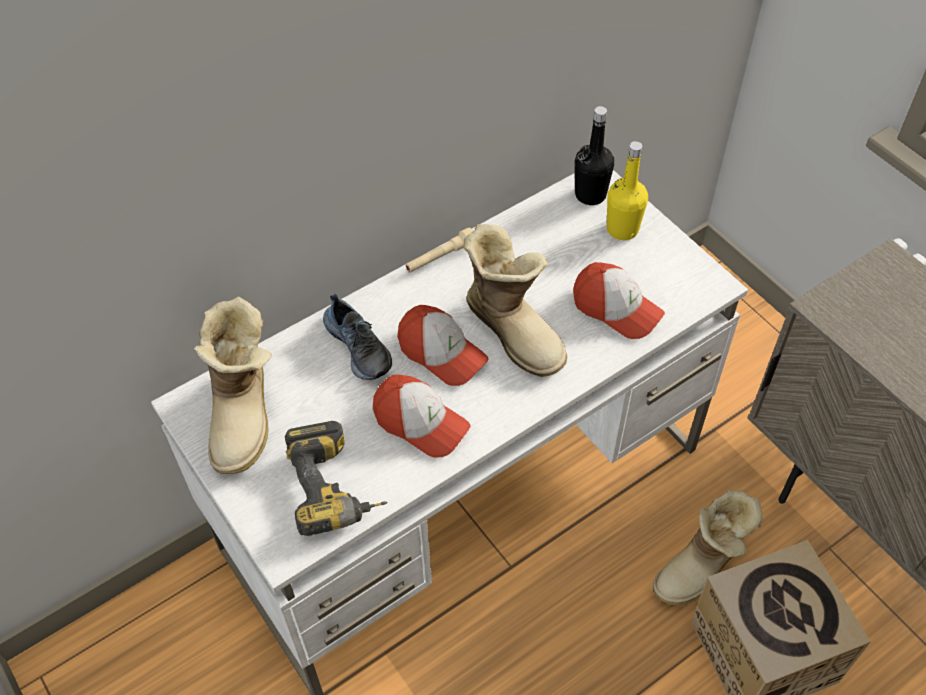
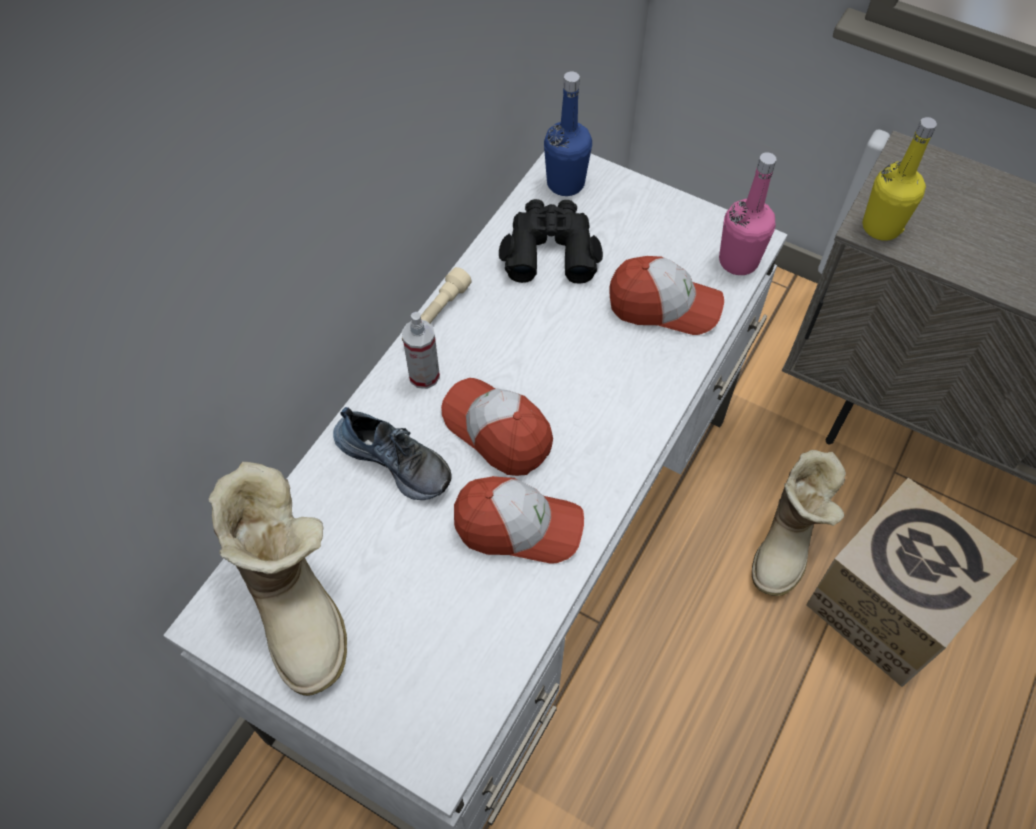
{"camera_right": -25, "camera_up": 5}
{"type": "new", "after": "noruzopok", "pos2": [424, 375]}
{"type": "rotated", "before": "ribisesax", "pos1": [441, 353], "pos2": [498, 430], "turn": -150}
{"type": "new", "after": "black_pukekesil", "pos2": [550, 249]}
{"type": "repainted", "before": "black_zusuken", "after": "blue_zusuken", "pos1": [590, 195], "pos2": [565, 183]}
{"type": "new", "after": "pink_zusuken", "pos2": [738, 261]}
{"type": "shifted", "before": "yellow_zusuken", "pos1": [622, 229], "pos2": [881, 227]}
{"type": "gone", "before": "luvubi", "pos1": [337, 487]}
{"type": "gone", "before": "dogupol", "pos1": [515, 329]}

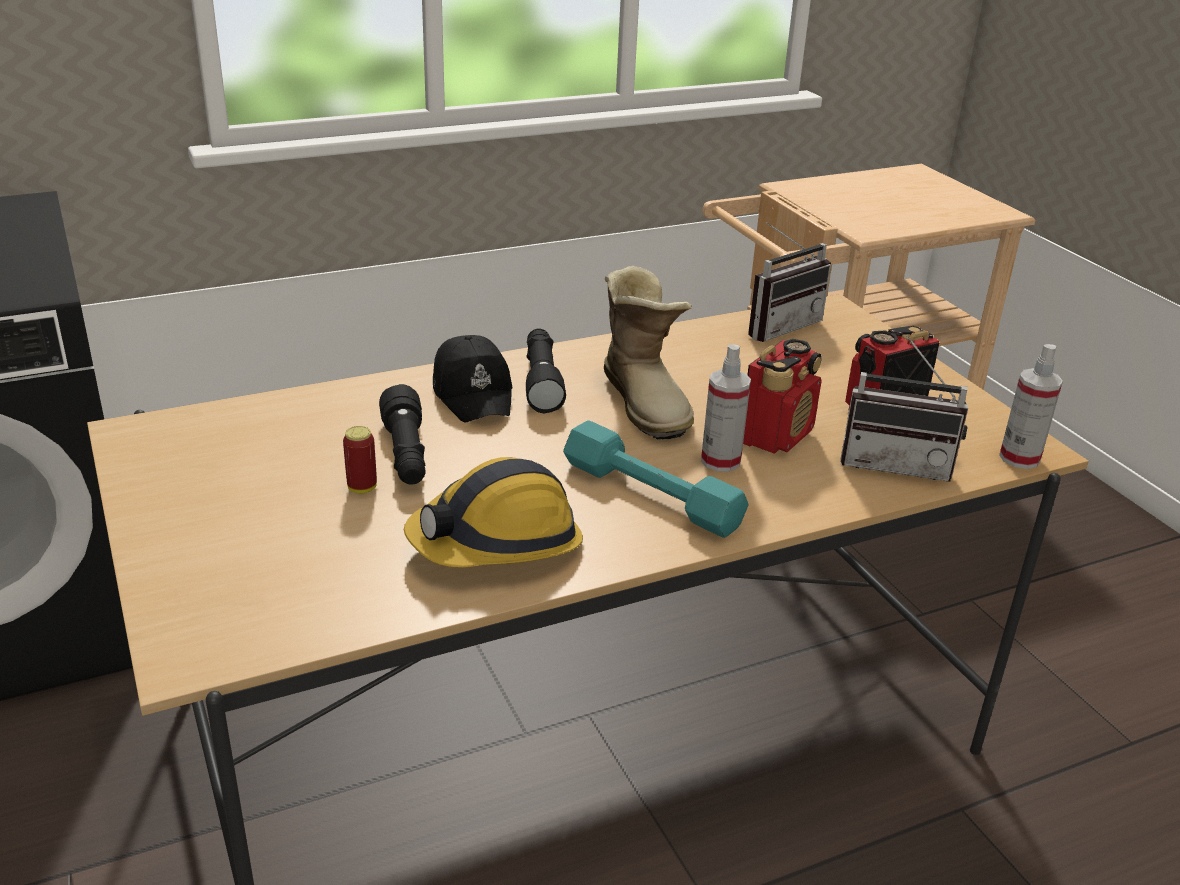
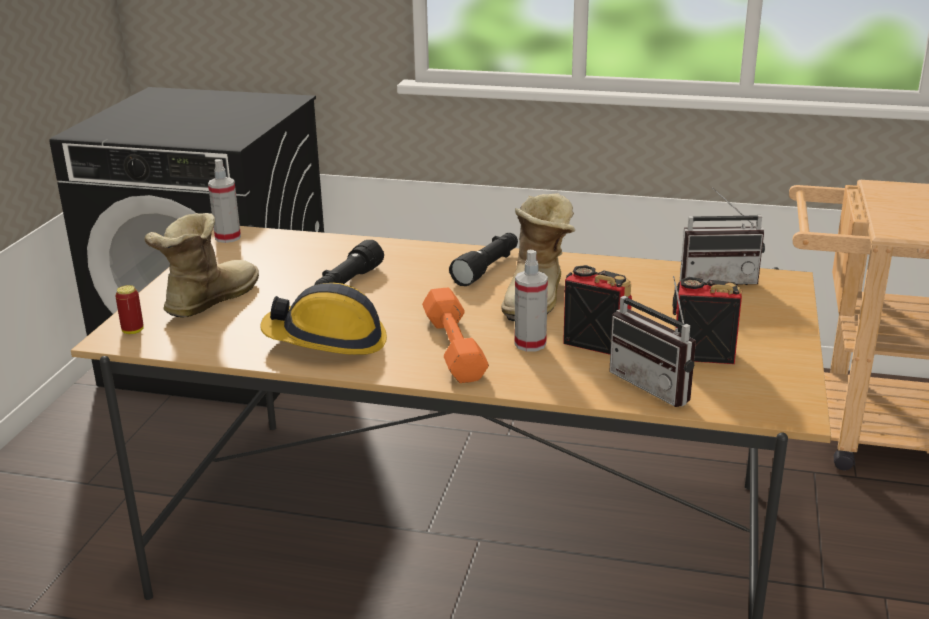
{"camera_right": 40, "camera_up": -5}
{"type": "shifted", "before": "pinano", "pos1": [362, 488], "pos2": [133, 331]}
{"type": "new", "after": "dogupol", "pos2": [207, 301]}
{"type": "shifted", "before": "noruzopok", "pos1": [1019, 458], "pos2": [228, 237]}
{"type": "repainted", "before": "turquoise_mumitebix", "after": "orange_mumitebix", "pos1": [652, 494], "pos2": [454, 347]}
{"type": "rotated", "before": "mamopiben", "pos1": [777, 435], "pos2": [595, 342], "turn": -135}
{"type": "gone", "before": "black_ribisesax", "pos1": [474, 393]}

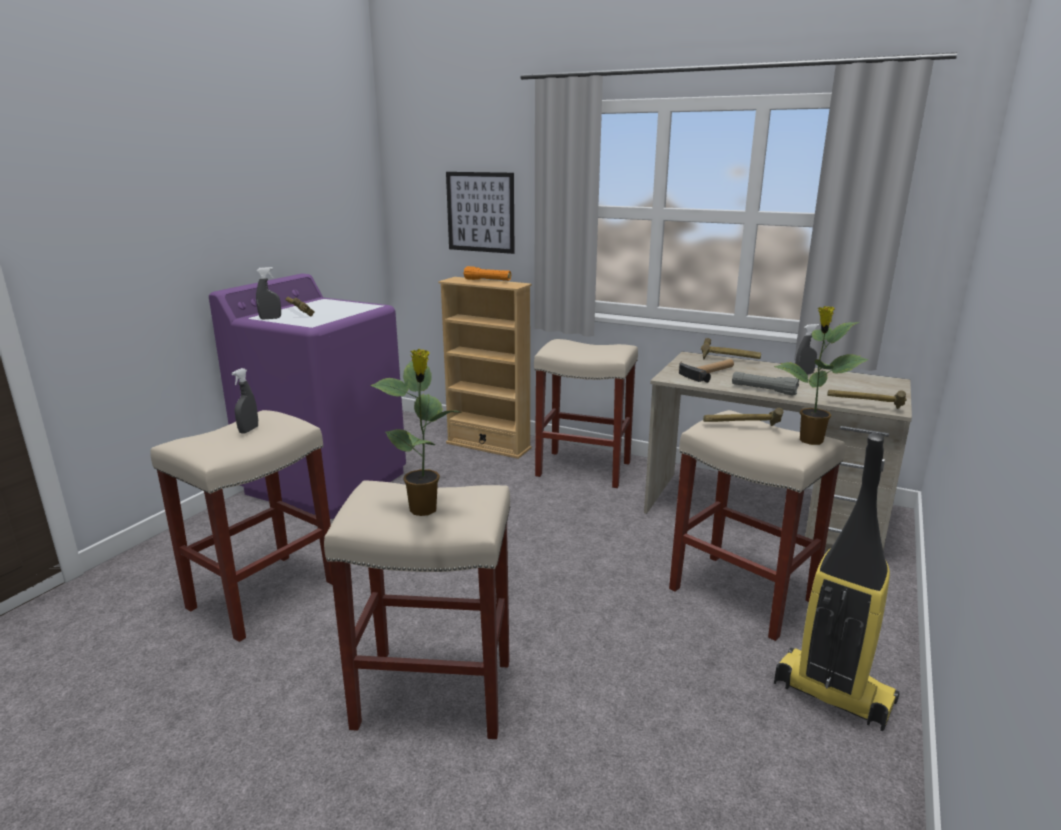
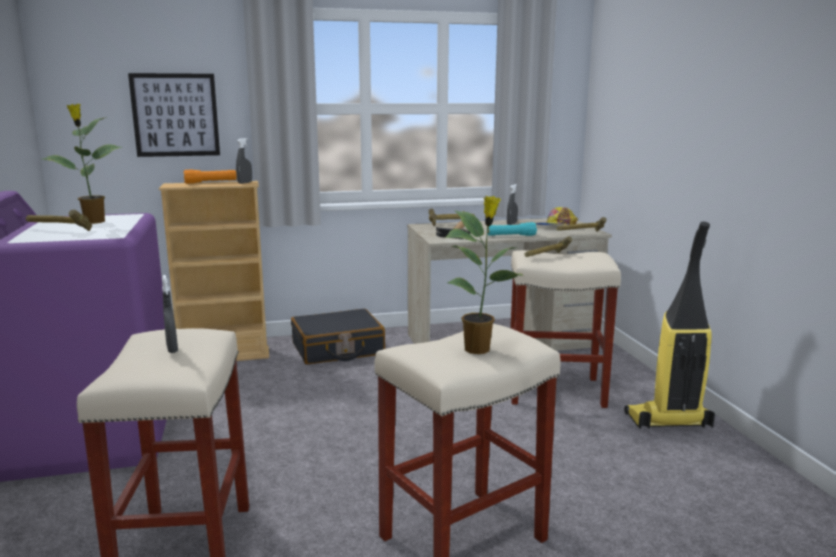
{"camera_right": -40, "camera_up": -5}
{"type": "shifted", "before": "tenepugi", "pos1": [810, 441], "pos2": [93, 222]}
{"type": "shifted", "before": "grey_noruzopok", "pos1": [270, 318], "pos2": [245, 183]}
{"type": "swapped", "before": "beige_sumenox", "after": "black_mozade", "pos1": [585, 469], "pos2": [337, 349]}
{"type": "repainted", "before": "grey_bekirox", "after": "turquoise_bekirox", "pos1": [763, 390], "pos2": [511, 236]}
{"type": "new", "after": "ribisesax", "pos2": [556, 226]}

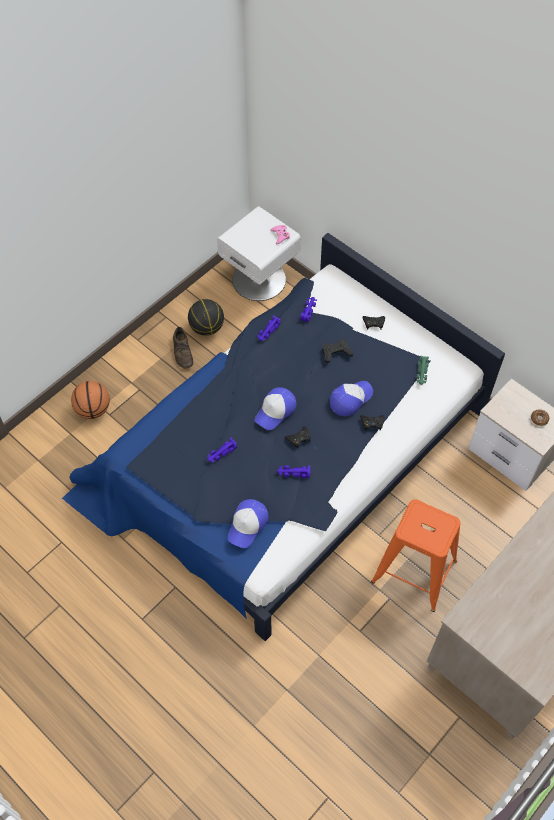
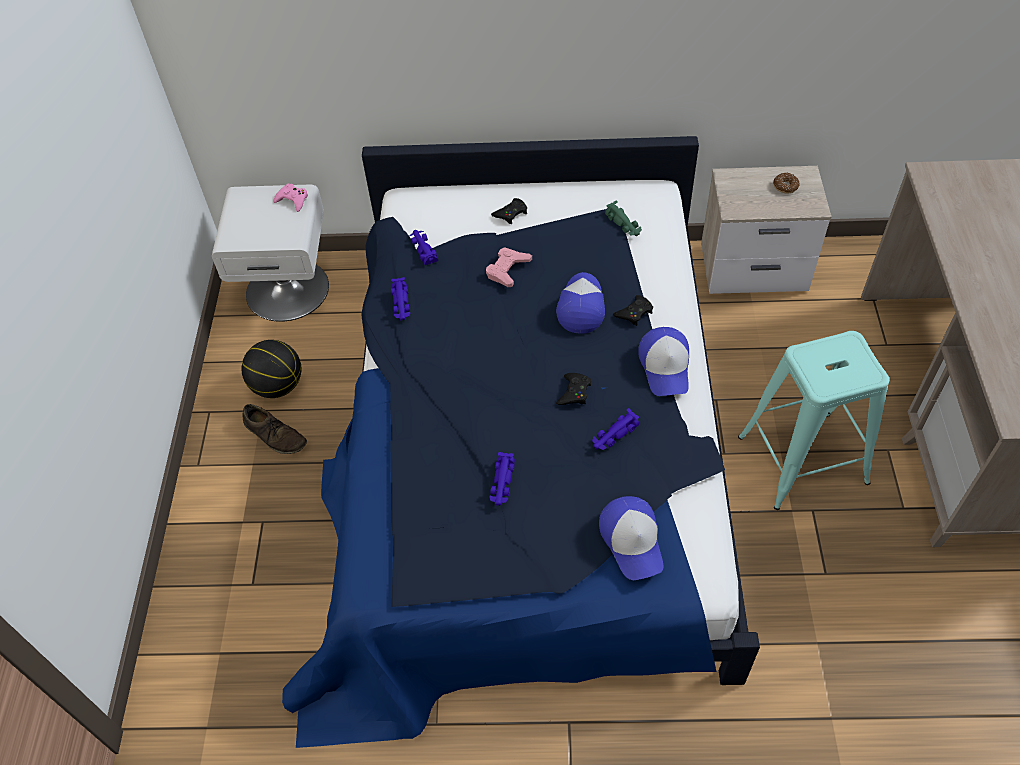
{"camera_right": -40, "camera_up": -5}
{"type": "repainted", "before": "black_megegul", "after": "pink_megegul", "pos1": [336, 352], "pos2": [507, 270]}
{"type": "shifted", "before": "ribisesax", "pos1": [275, 411], "pos2": [665, 367]}
{"type": "repainted", "before": "orange_sumenox", "after": "turquoise_sumenox", "pos1": [414, 571], "pos2": [802, 459]}
{"type": "gone", "before": "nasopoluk", "pos1": [93, 409]}

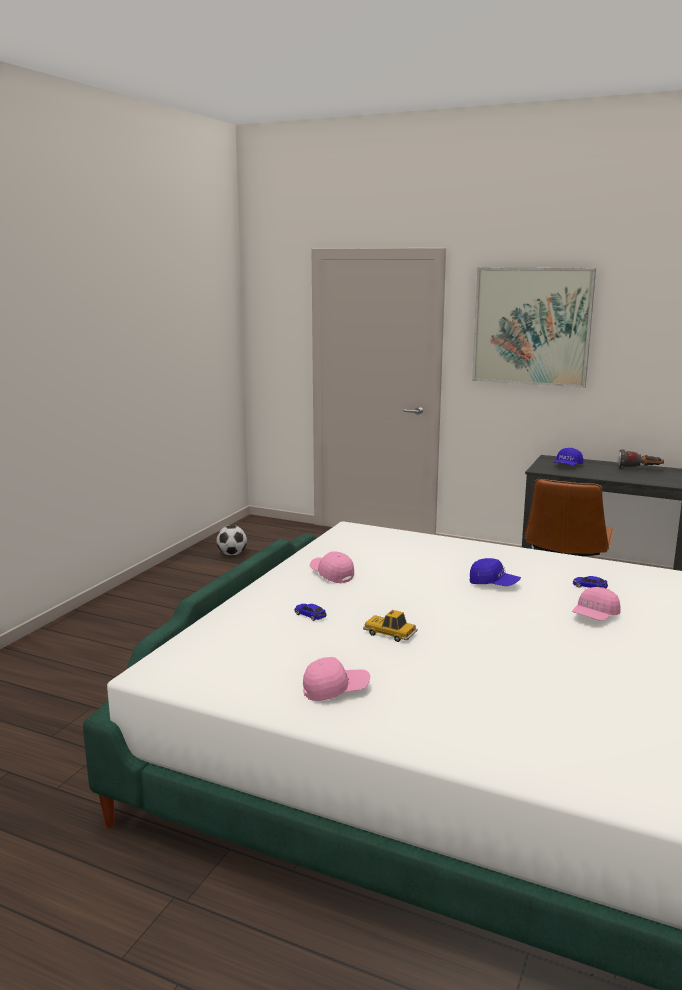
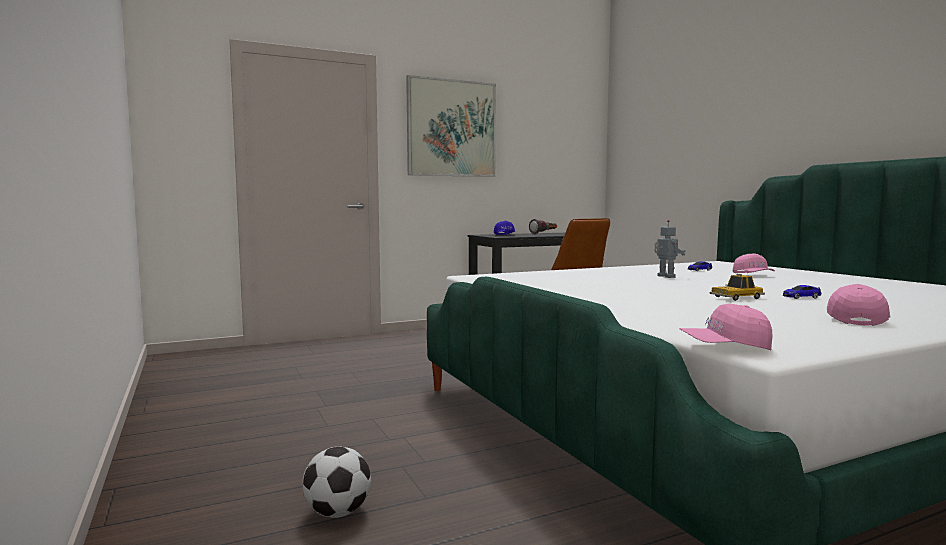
{"camera_right": -50, "camera_up": -10}
{"type": "shifted", "before": "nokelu", "pos1": [232, 554], "pos2": [337, 513]}
{"type": "swapped", "before": "blue_ribisesax", "after": "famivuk", "pos1": [493, 584], "pos2": [665, 276]}
{"type": "shifted", "before": "pink_ribisesax", "pos1": [331, 575], "pos2": [725, 348]}
{"type": "shifted", "before": "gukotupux", "pos1": [310, 615], "pos2": [801, 297]}

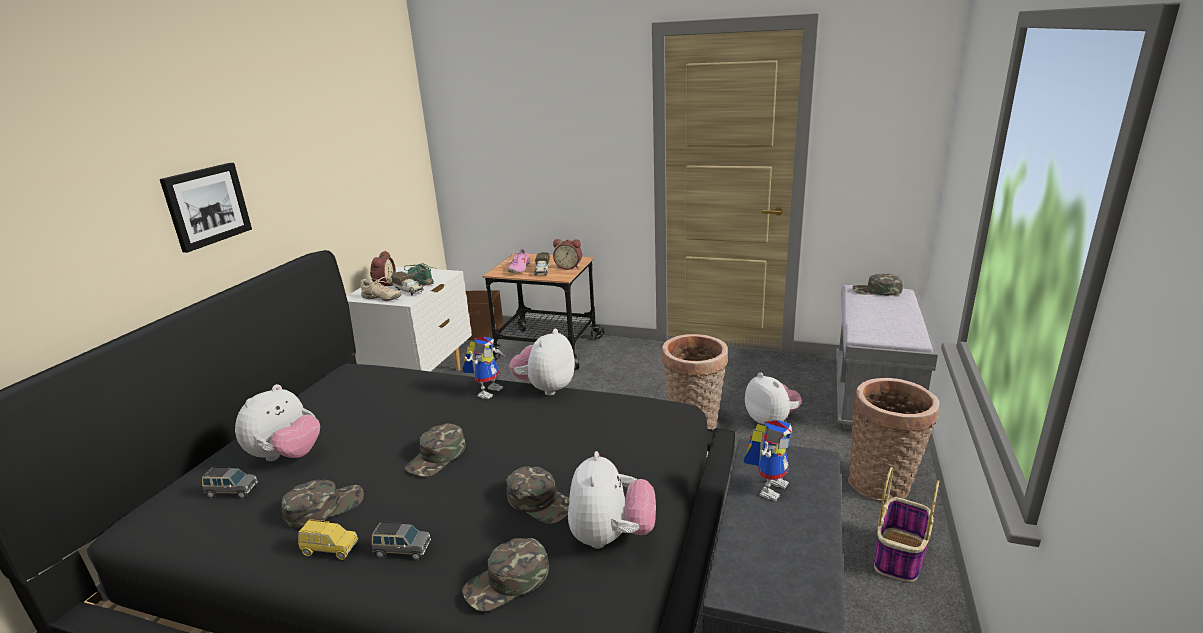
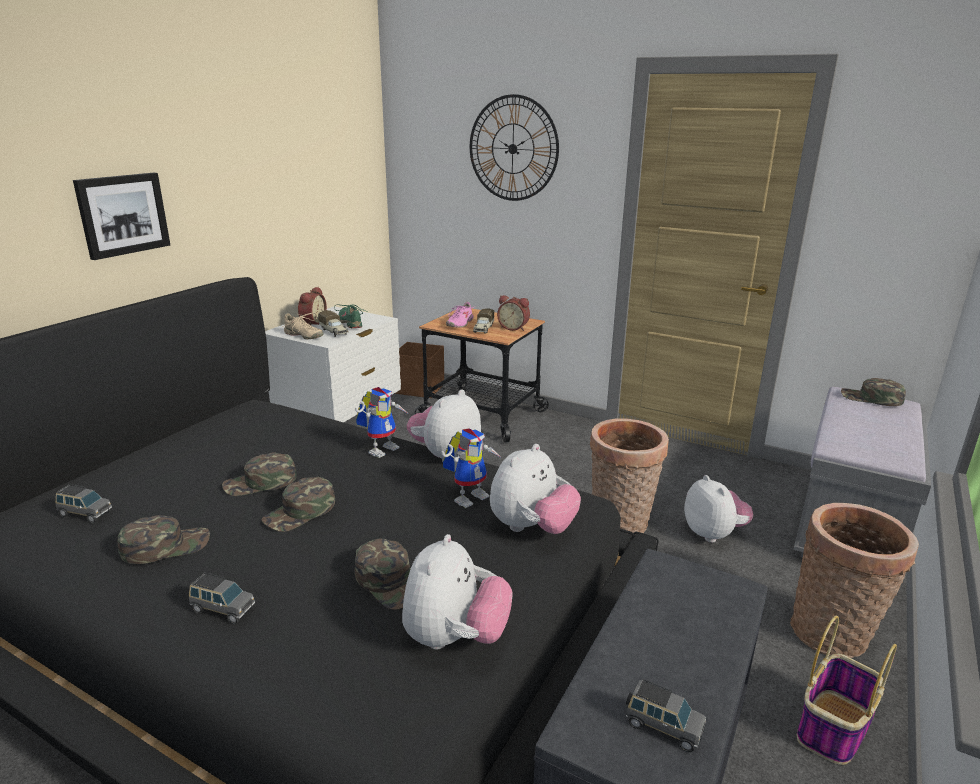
{"camera_right": 10, "camera_up": 0}
{"type": "shifted", "before": "green_ribisesax", "pos1": [507, 582], "pos2": [260, 483]}
{"type": "shifted", "before": "famivuk", "pos1": [769, 486], "pos2": [470, 496]}
{"type": "new", "after": "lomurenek", "pos2": [513, 148]}
{"type": "shifted", "before": "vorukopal", "pos1": [287, 456], "pos2": [532, 528]}
{"type": "new", "after": "grey_gukotupux", "pos2": [662, 727]}
{"type": "gone", "before": "yellow_gukotupux", "pos1": [329, 549]}

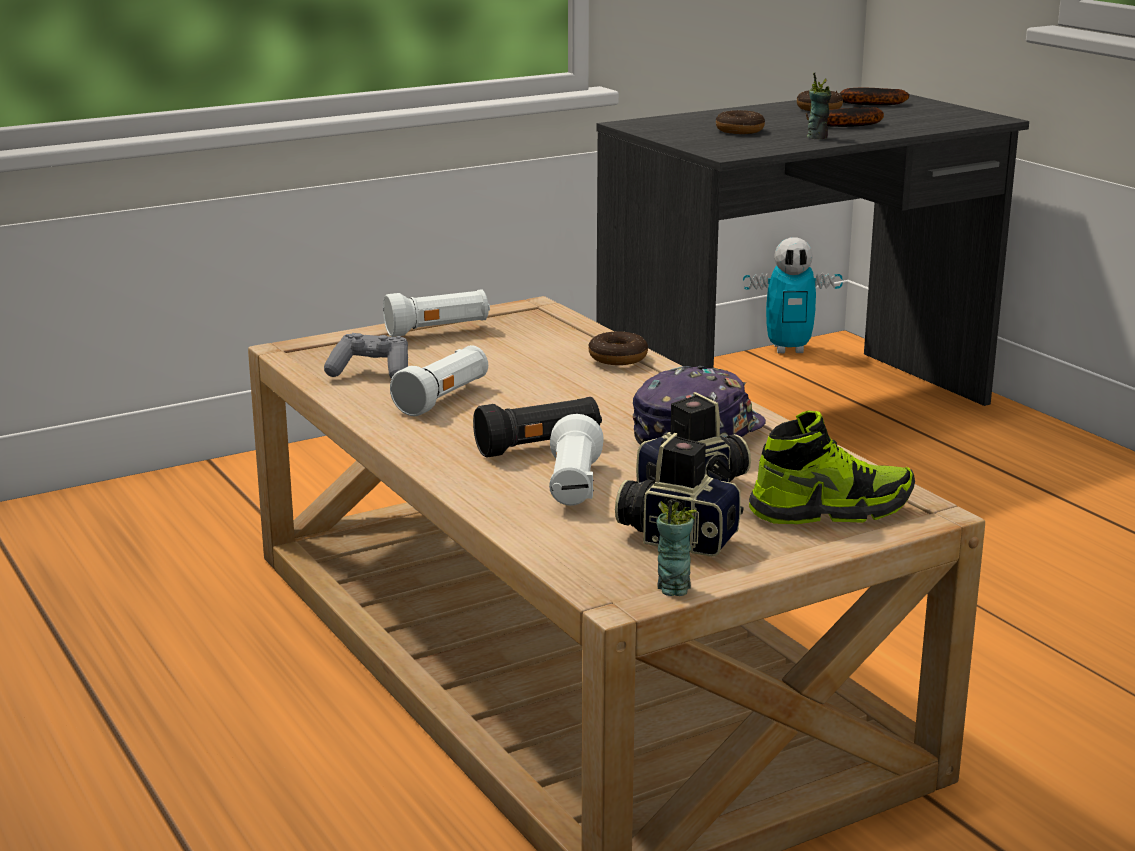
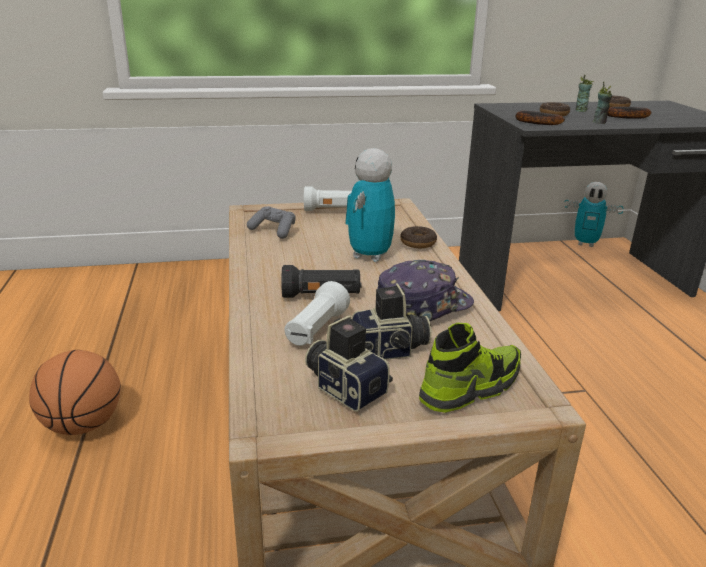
{"camera_right": 20, "camera_up": 5}
{"type": "new", "after": "nasopoluk", "pos2": [83, 425]}
{"type": "new", "after": "famivuk", "pos2": [370, 256]}
{"type": "rotated", "before": "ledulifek", "pos1": [830, 510], "pos2": [470, 387], "turn": -45}
{"type": "shifted", "before": "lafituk", "pos1": [867, 104], "pos2": [533, 123]}
{"type": "shifted", "before": "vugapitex", "pos1": [673, 588], "pos2": [580, 110]}
{"type": "gone", "before": "white_bekirox", "pos1": [443, 399]}

